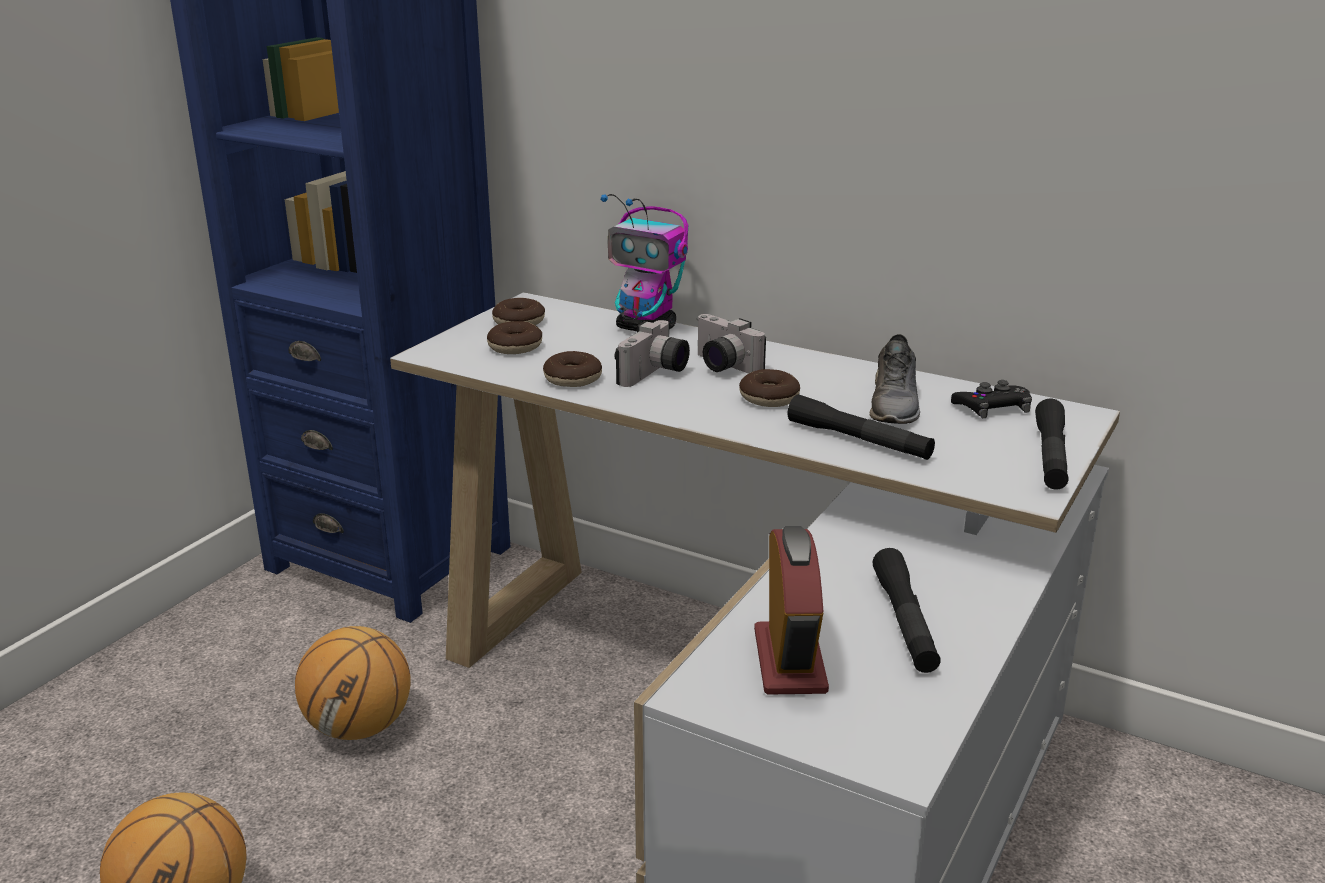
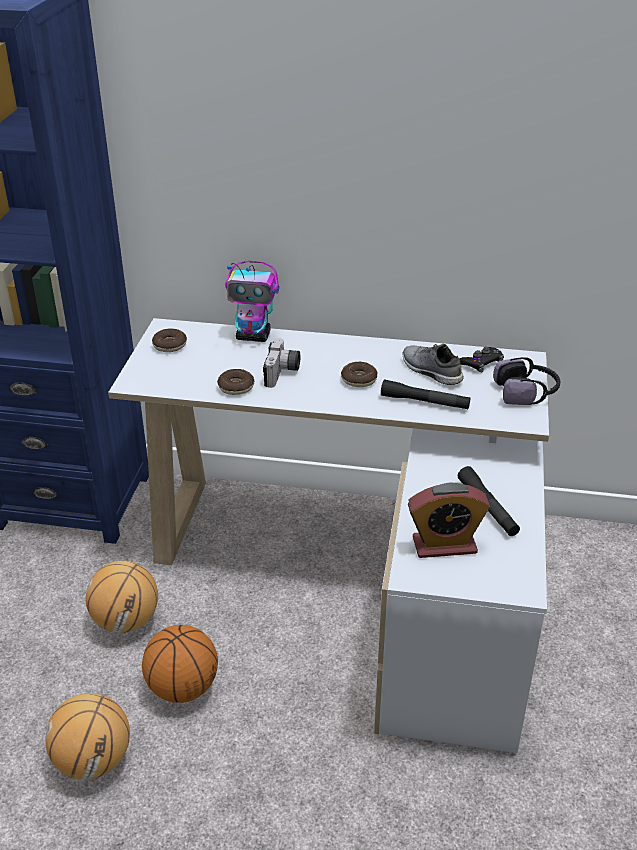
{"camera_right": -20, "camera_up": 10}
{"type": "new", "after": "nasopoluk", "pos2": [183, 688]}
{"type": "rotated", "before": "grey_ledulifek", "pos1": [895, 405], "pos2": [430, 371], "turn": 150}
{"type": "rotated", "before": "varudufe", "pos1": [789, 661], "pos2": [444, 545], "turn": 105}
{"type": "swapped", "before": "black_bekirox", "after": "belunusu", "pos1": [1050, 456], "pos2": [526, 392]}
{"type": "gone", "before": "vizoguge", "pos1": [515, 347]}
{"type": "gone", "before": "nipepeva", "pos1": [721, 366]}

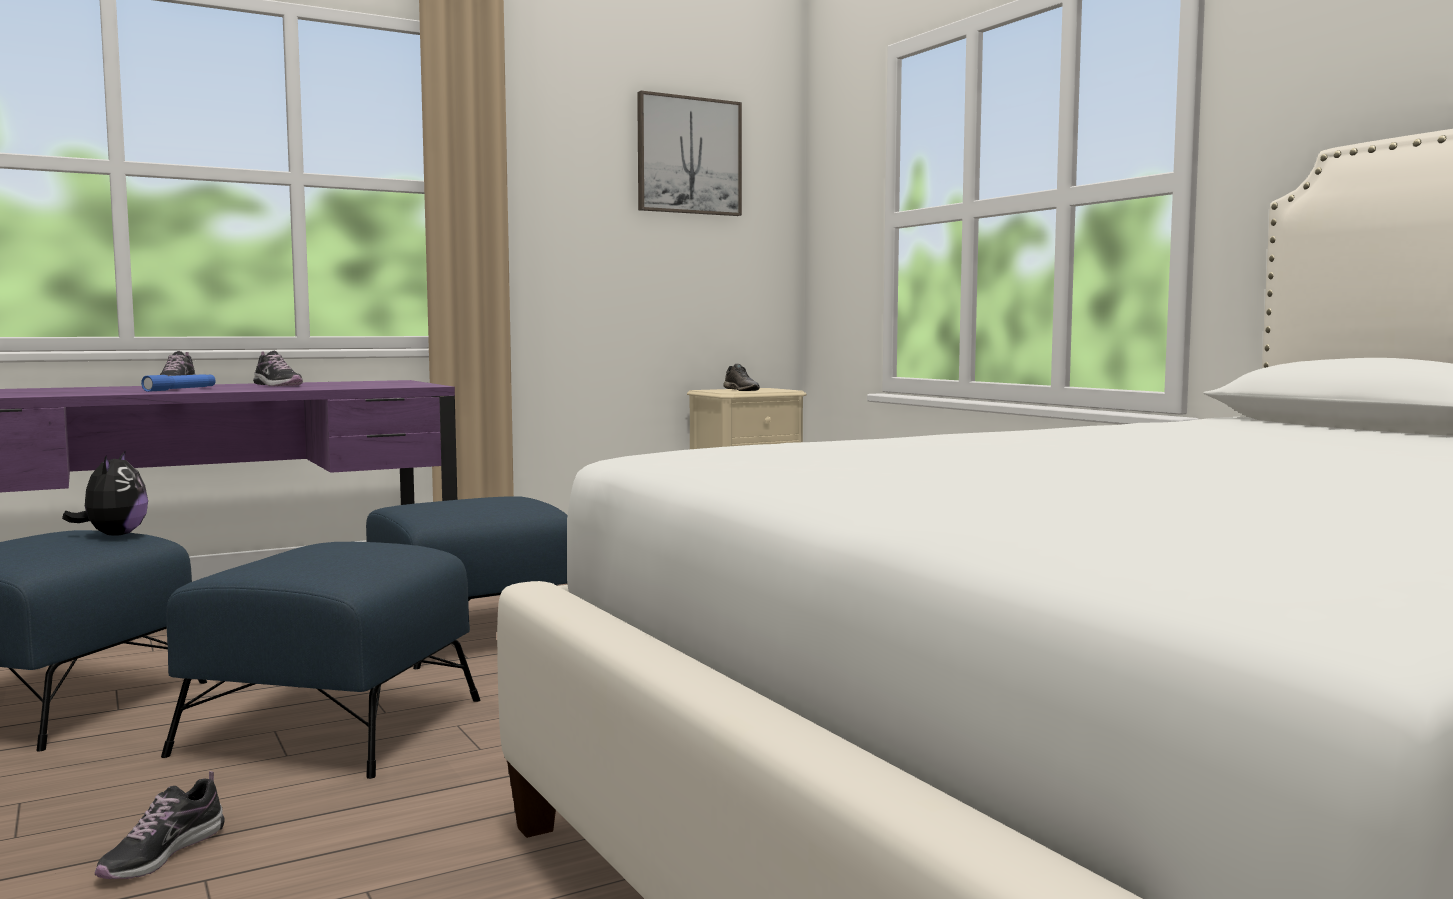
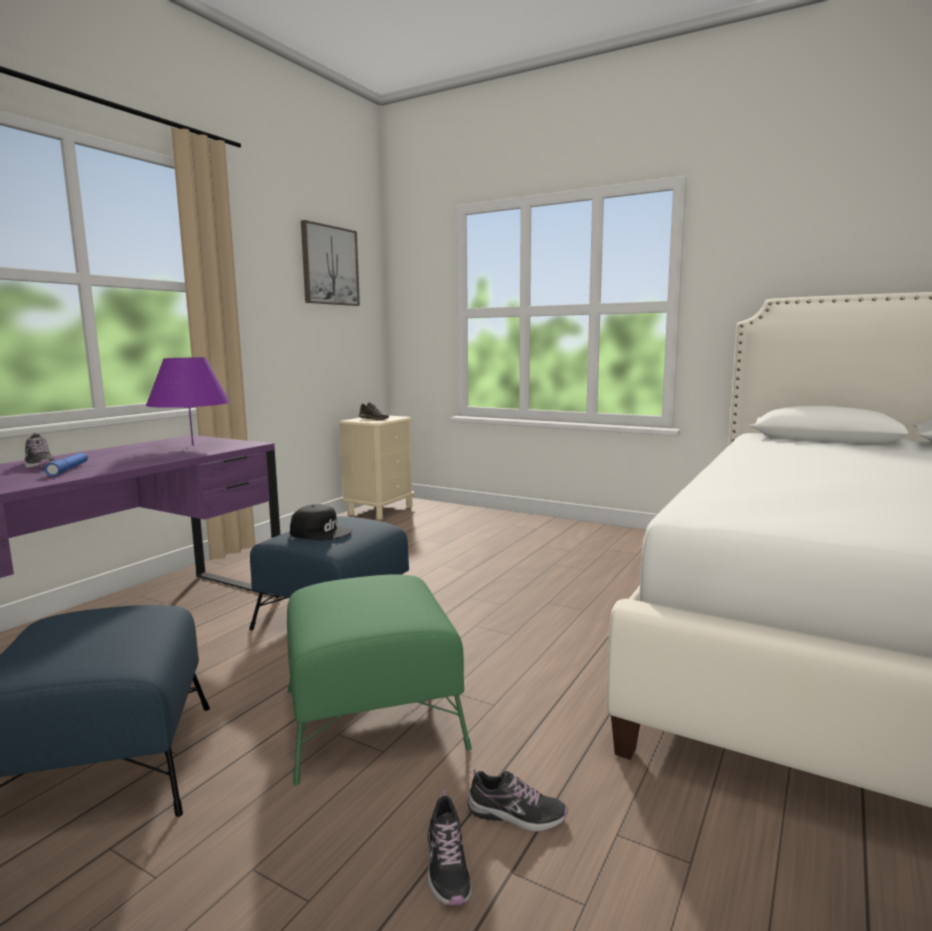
{"camera_right": -30, "camera_up": 5}
{"type": "new", "after": "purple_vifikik", "pos2": [193, 445]}
{"type": "repainted", "before": "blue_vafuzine", "after": "green_vafuzine", "pos1": [334, 726], "pos2": [373, 716]}
{"type": "new", "after": "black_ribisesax", "pos2": [321, 532]}
{"type": "shifted", "before": "ledulifek", "pos1": [277, 385], "pos2": [516, 815]}
{"type": "gone", "before": "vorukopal", "pos1": [113, 535]}

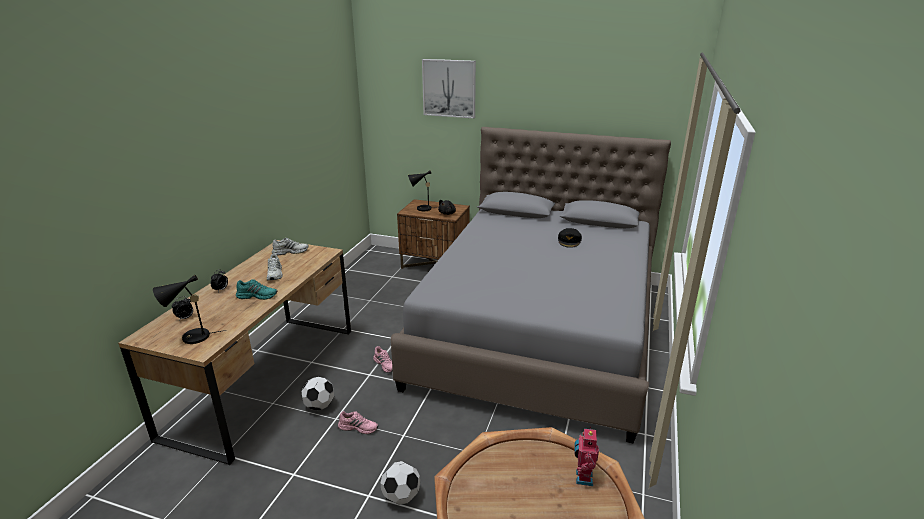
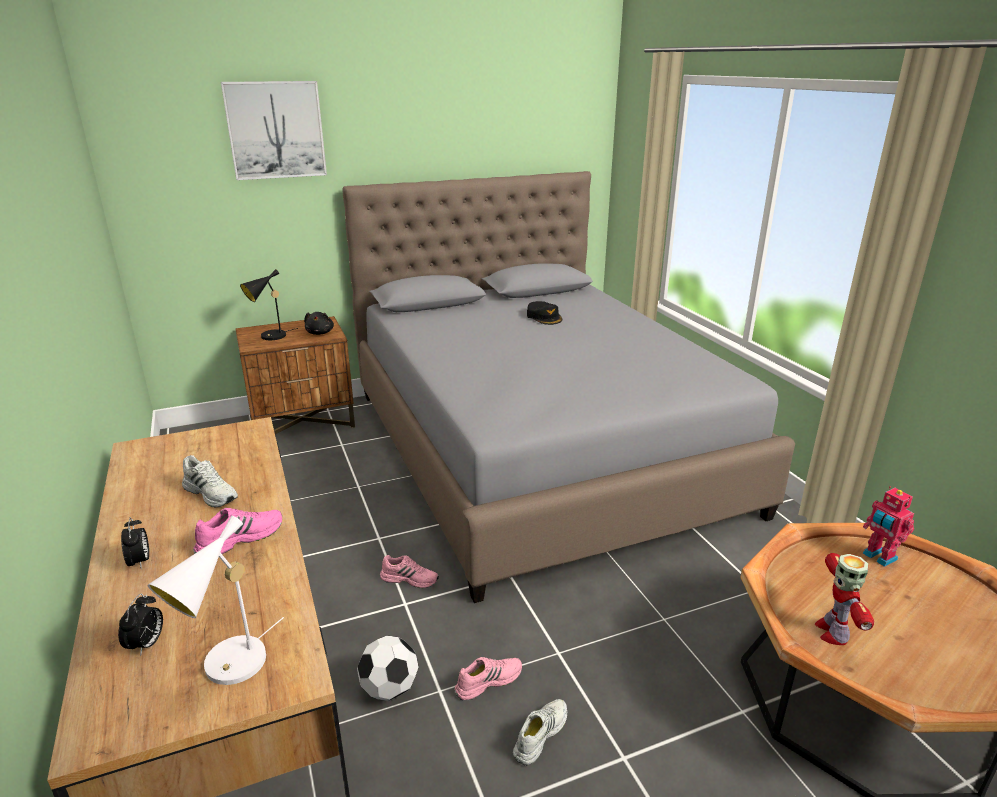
{"camera_right": -40, "camera_up": 0}
{"type": "repainted", "before": "black_vifikik", "after": "white_vifikik", "pos1": [191, 338], "pos2": [230, 669]}
{"type": "repainted", "before": "turquoise_ledulifek", "after": "pink_ledulifek", "pos1": [257, 295], "pos2": [240, 538]}
{"type": "shifted", "before": "white_ledulifek", "pos1": [290, 251], "pos2": [539, 734]}
{"type": "new", "after": "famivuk", "pos2": [832, 631]}
{"type": "gone", "before": "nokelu", "pos1": [401, 496]}

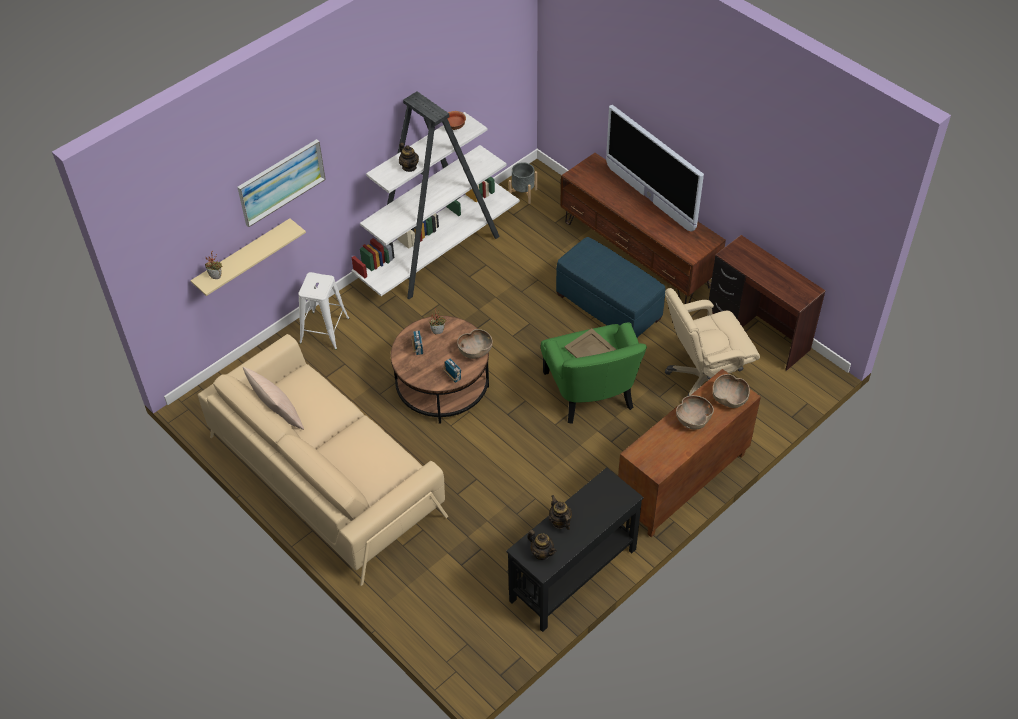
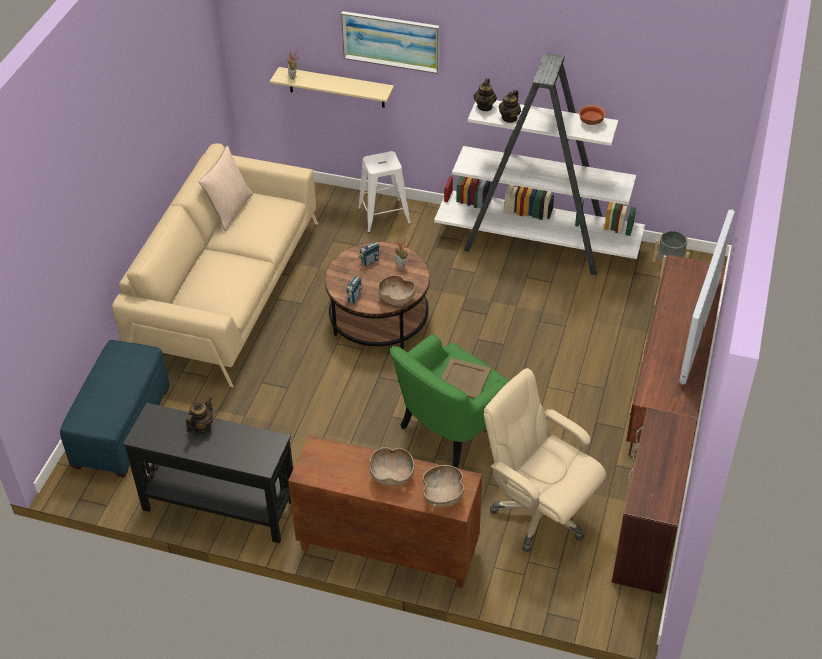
{"camera_right": 60, "camera_up": -5}
{"type": "shifted", "before": "blue_vafuzine", "pos1": [608, 307], "pos2": [121, 427]}
{"type": "shifted", "before": "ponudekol", "pos1": [542, 553], "pos2": [485, 106]}

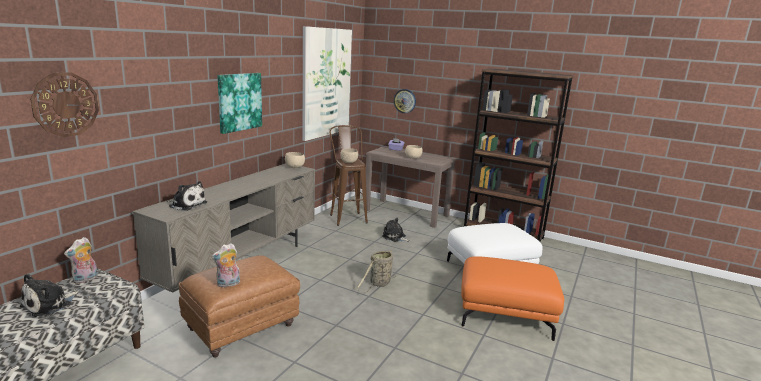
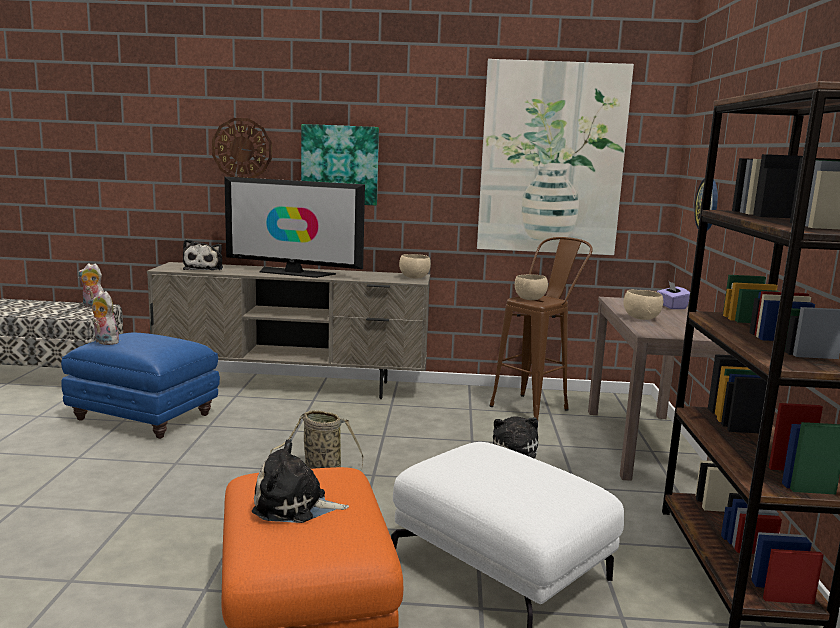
{"camera_right": 65, "camera_up": -5}
{"type": "repainted", "before": "brown_vafuzine", "after": "blue_vafuzine", "pos1": [242, 327], "pos2": [145, 417]}
{"type": "shifted", "before": "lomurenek", "pos1": [65, 104], "pos2": [242, 149]}
{"type": "new", "after": "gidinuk", "pos2": [293, 273]}
{"type": "shifted", "before": "vorukopal", "pos1": [49, 304], "pos2": [294, 506]}

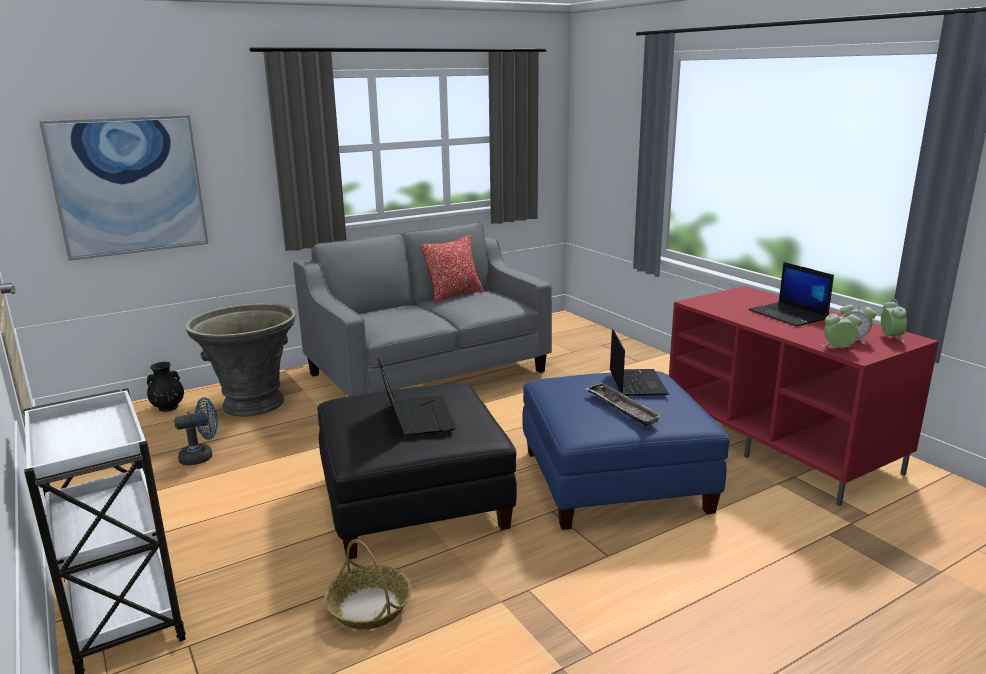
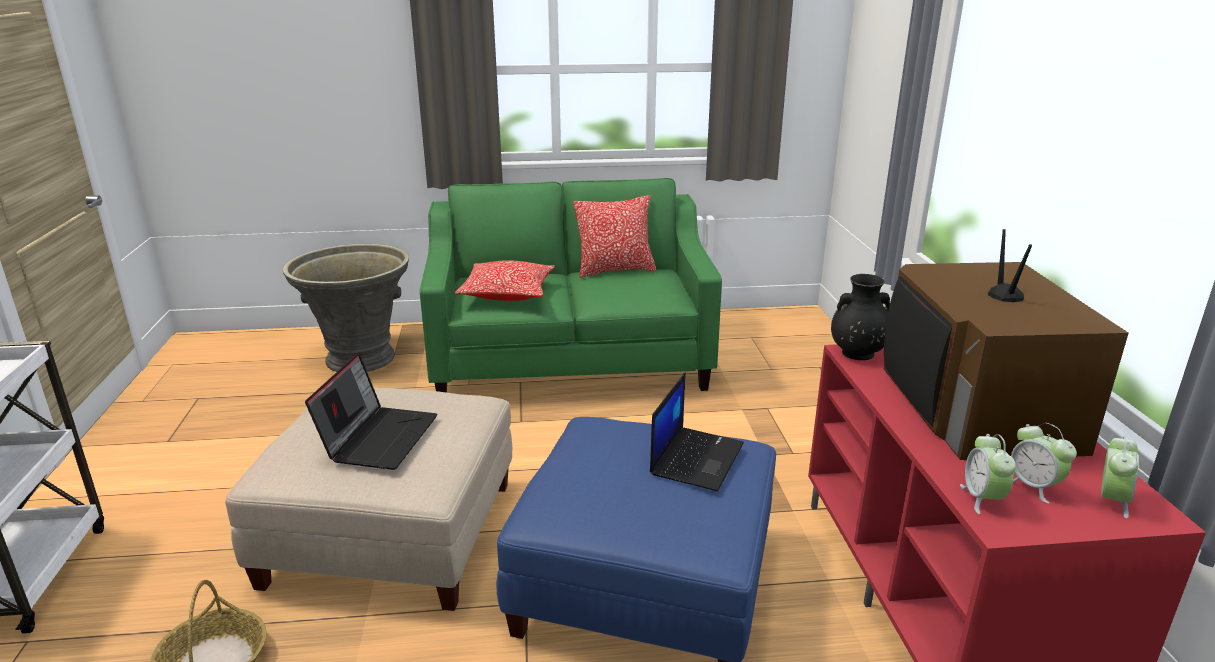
{"camera_right": 25, "camera_up": 5}
{"type": "repainted", "before": "black_vafuzine", "after": "beige_vafuzine", "pos1": [413, 500], "pos2": [391, 532]}
{"type": "repainted", "before": "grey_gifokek", "after": "green_gifokek", "pos1": [428, 373], "pos2": [570, 360]}
{"type": "new", "after": "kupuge", "pos2": [507, 293]}
{"type": "shifted", "before": "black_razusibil", "pos1": [167, 408], "pos2": [856, 353]}
{"type": "swapped", "before": "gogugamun", "after": "gidinuk", "pos1": [789, 315], "pos2": [977, 409]}
{"type": "rotated", "before": "varudufe", "pos1": [838, 348], "pos2": [982, 499], "turn": -120}
{"type": "gone", "before": "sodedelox", "pos1": [129, 186]}
{"type": "gone", "before": "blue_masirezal", "pos1": [202, 457]}
{"type": "gone", "before": "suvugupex", "pos1": [621, 408]}

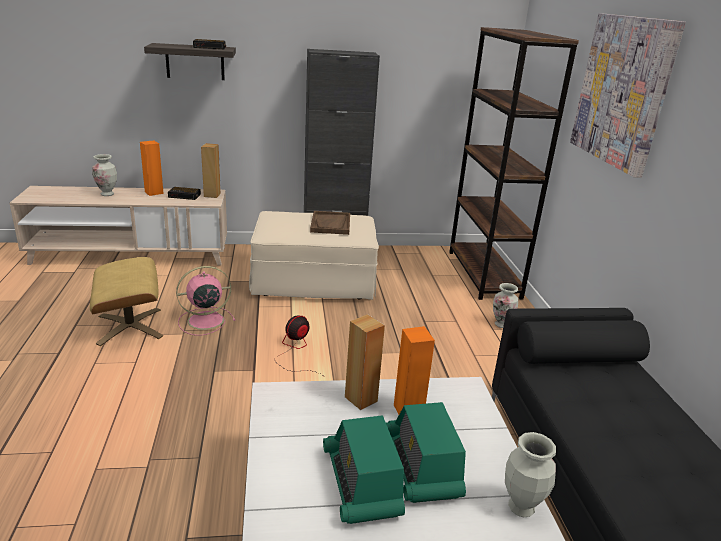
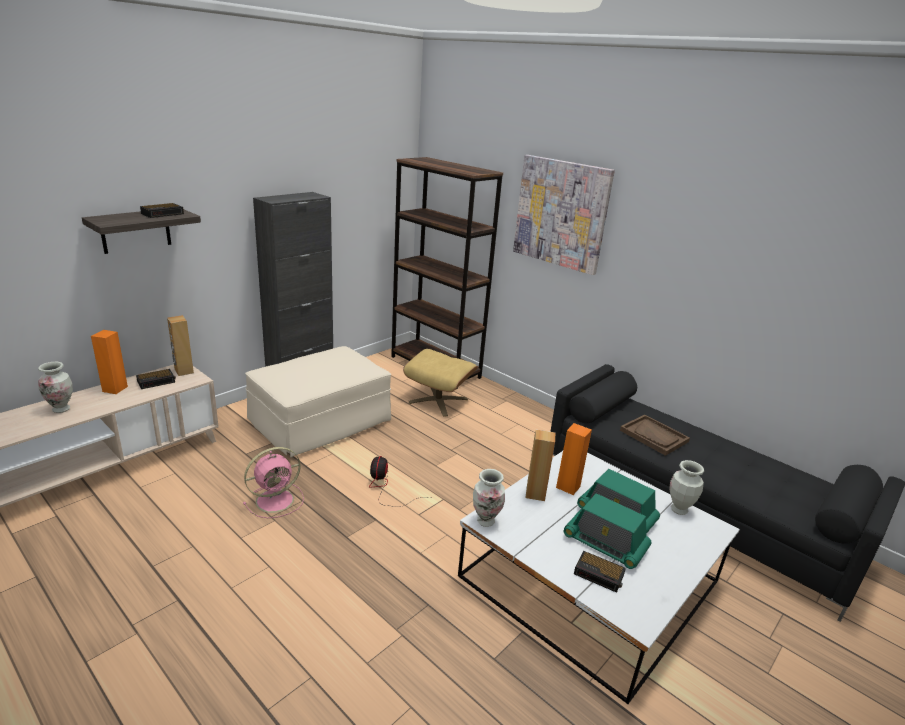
{"camera_right": -40, "camera_up": 0}
{"type": "rotated", "before": "pink_masirezal", "pos1": [204, 321], "pos2": [276, 500], "turn": -150}
{"type": "shifted", "before": "beige_vafuzine", "pos1": [130, 326], "pos2": [438, 400]}
{"type": "shifted", "before": "razusibil", "pos1": [501, 324], "pos2": [486, 521]}
{"type": "new", "after": "varudufe", "pos2": [600, 575]}
{"type": "shifted", "before": "brown_suvugupex", "pos1": [330, 224], "pos2": [654, 436]}

